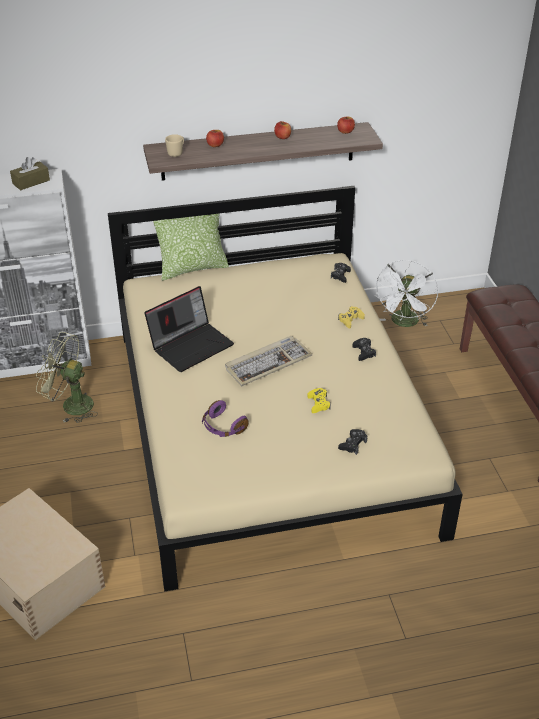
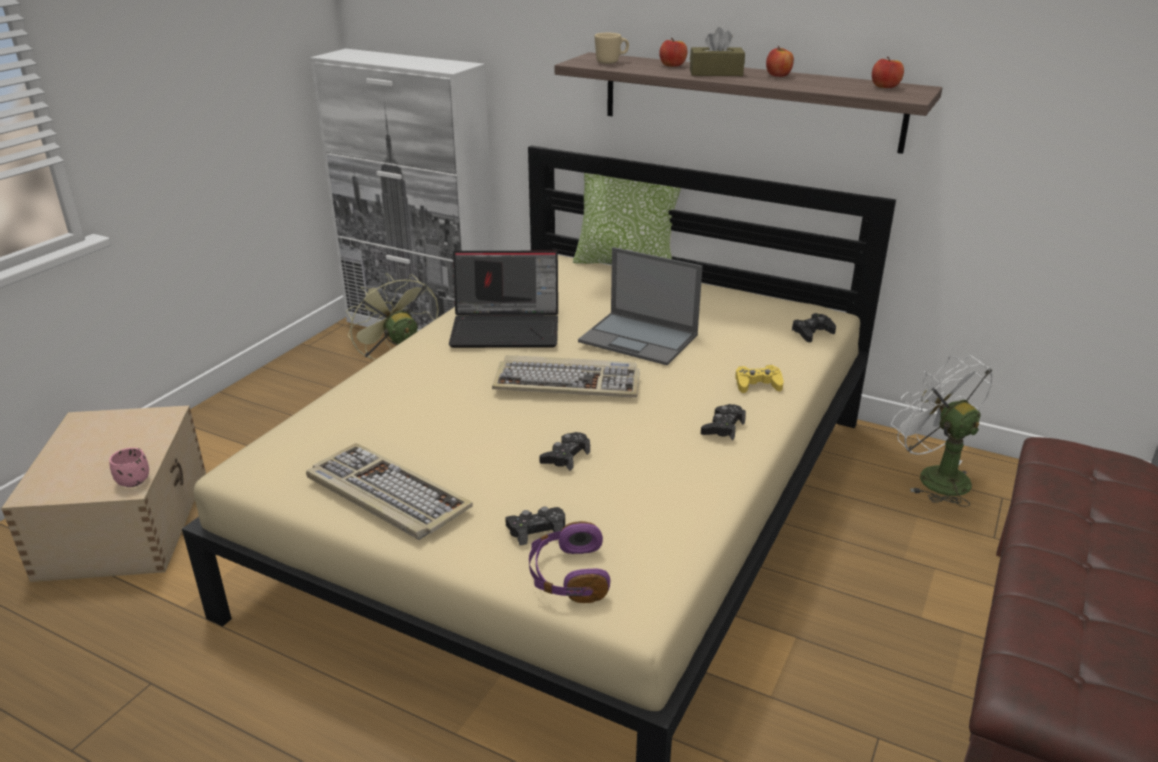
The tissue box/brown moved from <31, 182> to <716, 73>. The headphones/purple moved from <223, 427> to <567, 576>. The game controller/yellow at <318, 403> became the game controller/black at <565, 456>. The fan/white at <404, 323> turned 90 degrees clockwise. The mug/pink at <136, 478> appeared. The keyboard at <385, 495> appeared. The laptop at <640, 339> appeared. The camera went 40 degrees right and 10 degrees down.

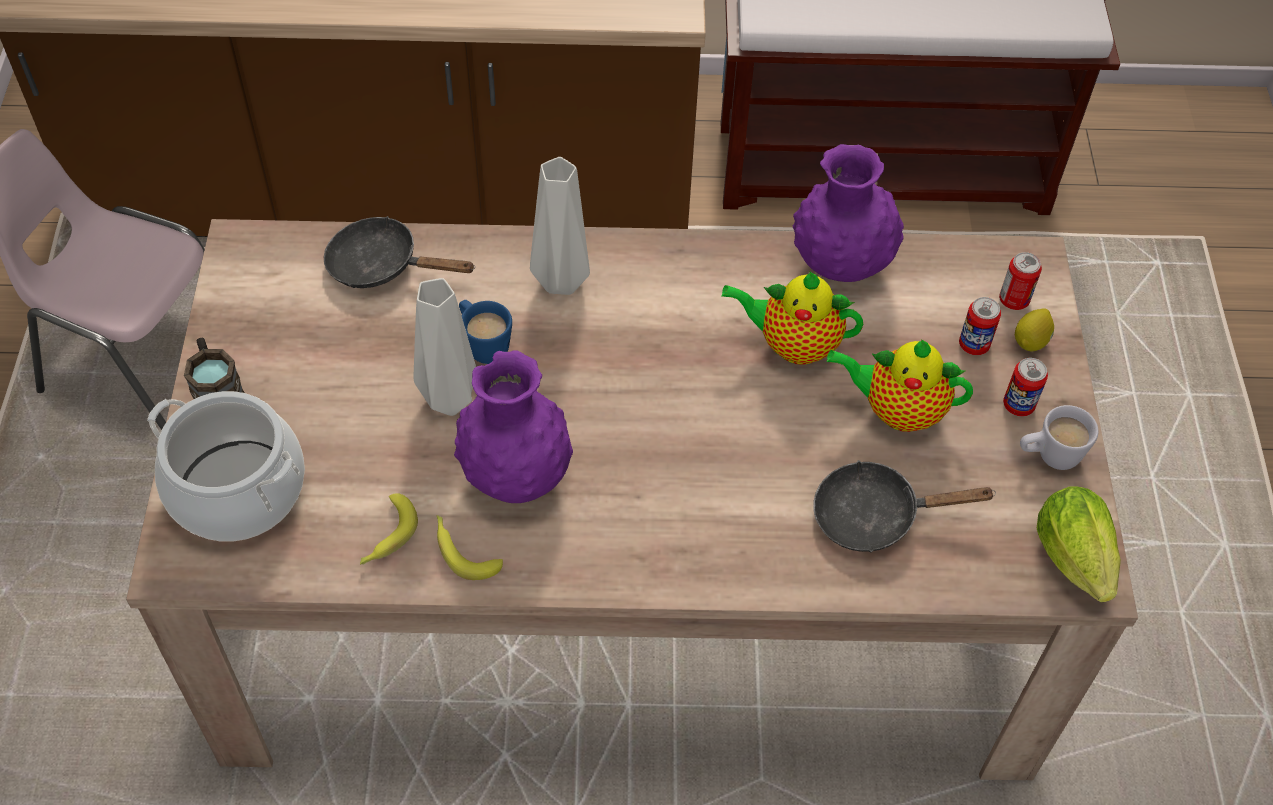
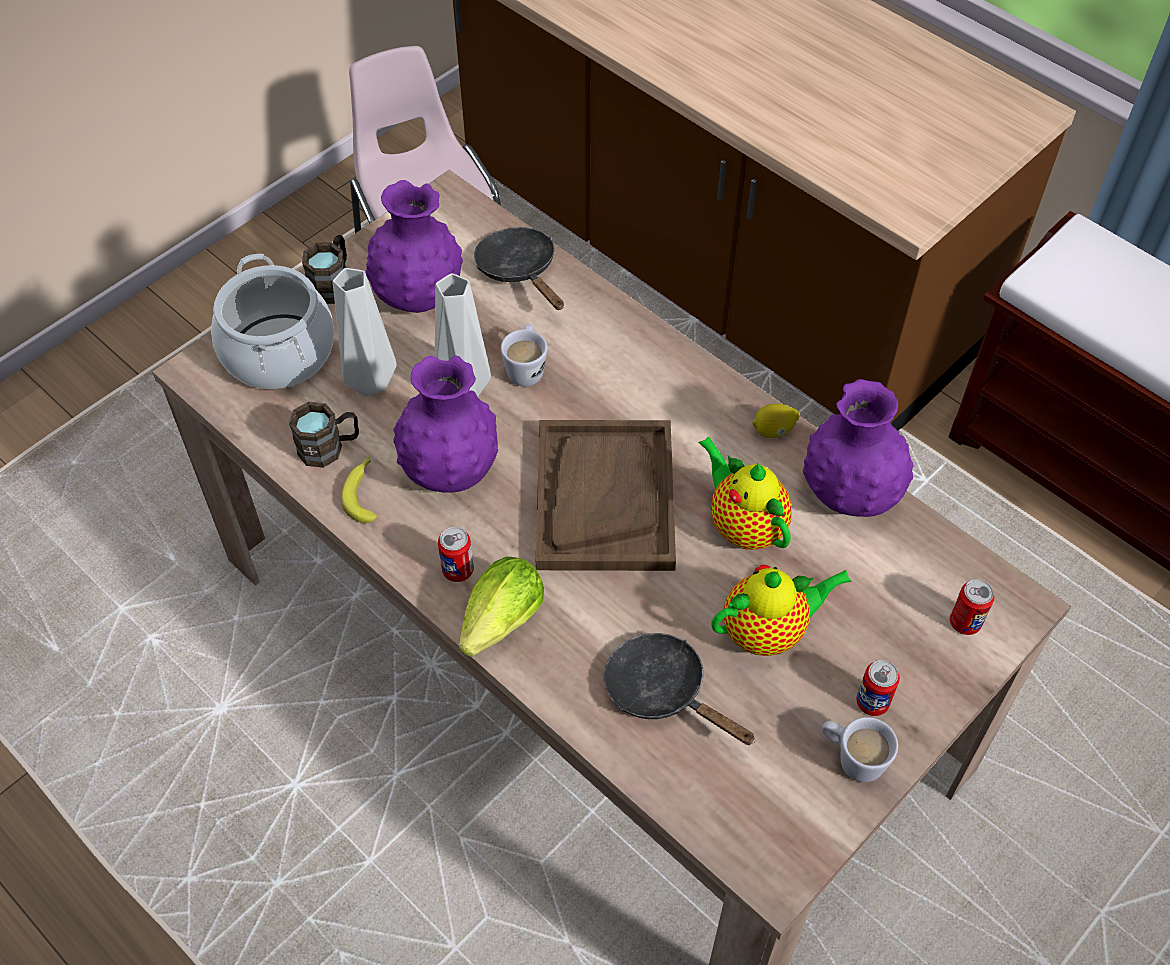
The banana at <386, 536> was replaced by the mug/brown at <329, 447>. The mug/blue at <483, 344> became the mug/white at <526, 368>. The vase/grey moved from <561, 284> to <368, 384>. The teapot at <897, 410> turned 105 degrees clockwise. The can moved from <974, 345> to <458, 570>. The lemon moved from <1031, 341> to <773, 431>. The lettuce moved from <1076, 564> to <498, 626>. The vase/purple at <418, 296> appeared. The tray/brown at <604, 497> appeared. The camera went 45 degrees right and 0 degrees up.

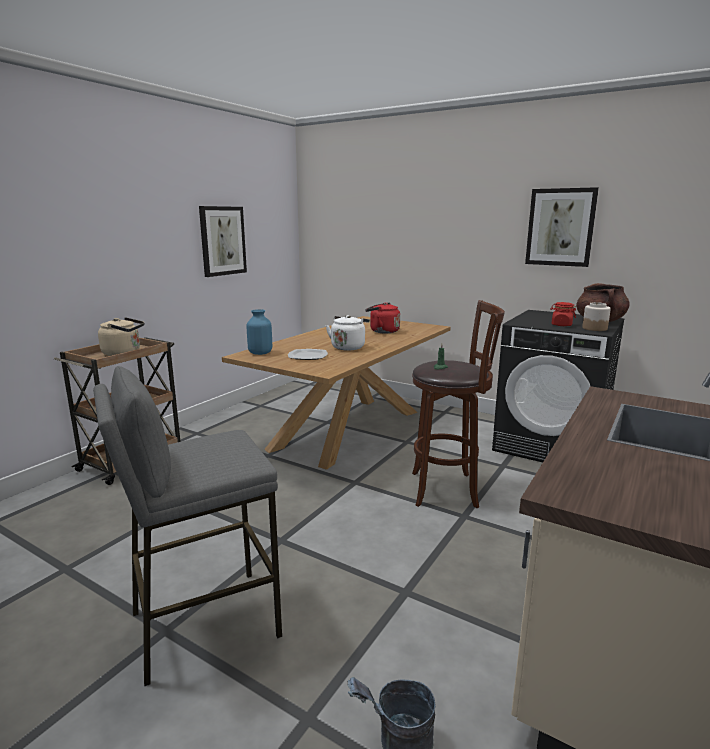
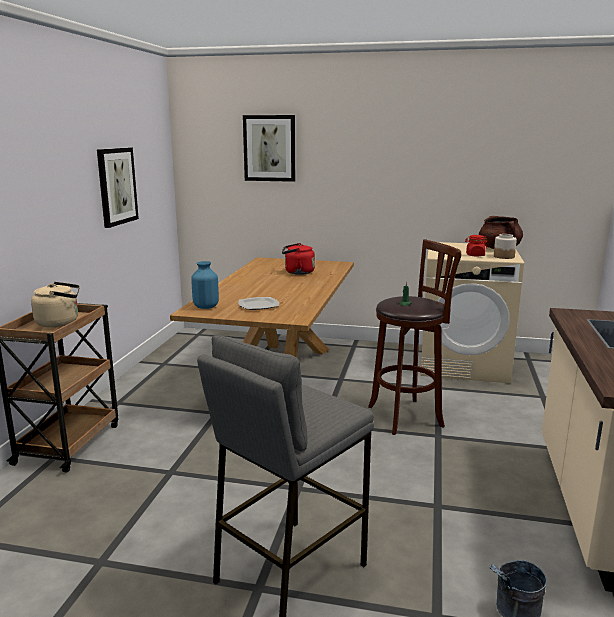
The kettle/white at <348, 347> disappeared. The washing machine/black at <550, 445> became the washing machine/beige at <464, 364>. The picture moved from <560, 227> to <269, 148>. The camera went 20 degrees left and 0 degrees up.

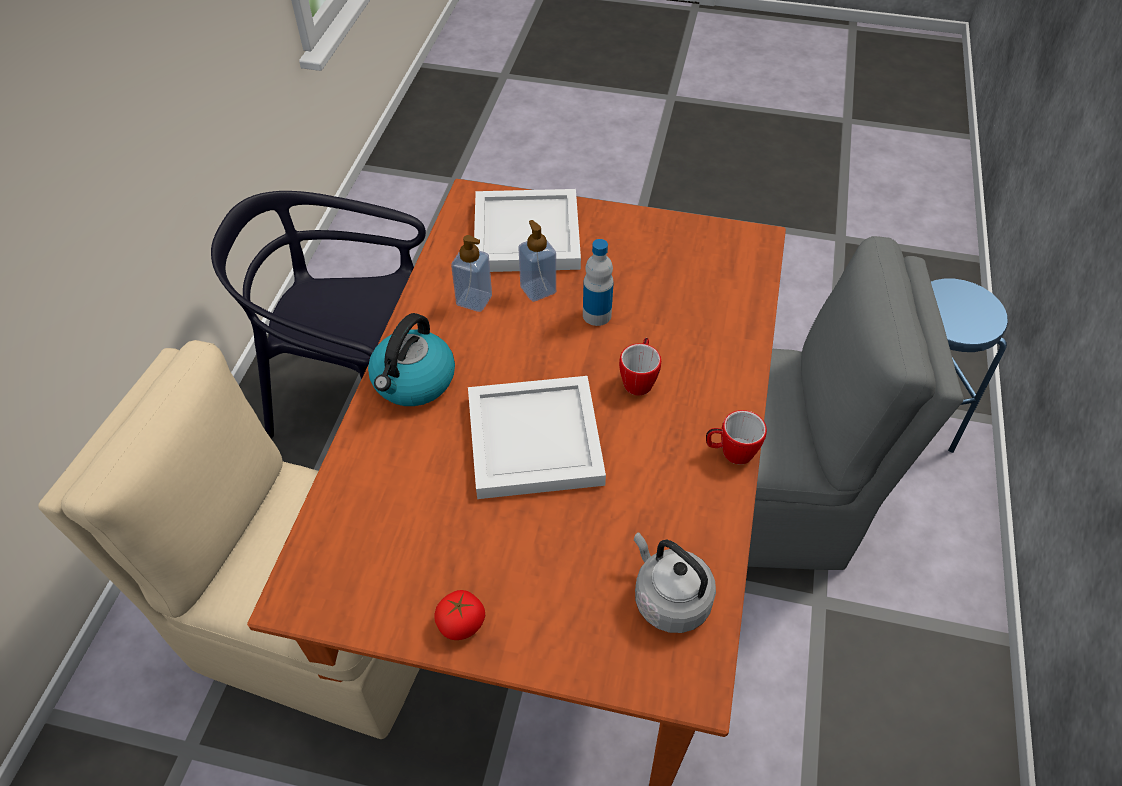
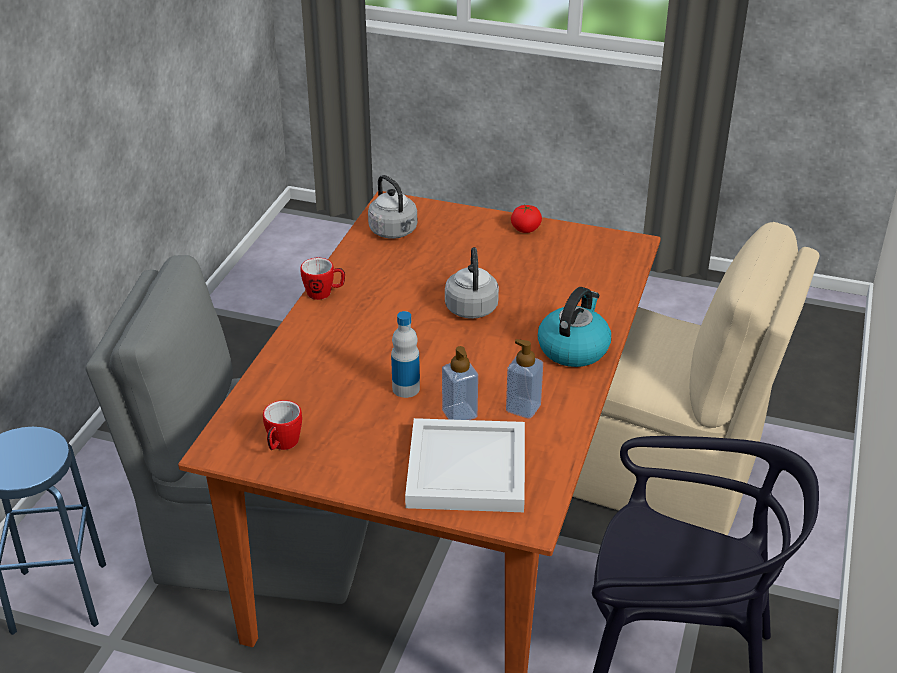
The tray/white at <537, 441> was replaced by the kettle/grey at <471, 306>. The mug moved from <639, 379> to <282, 445>. The camera went 175 degrees left and 15 degrees down.

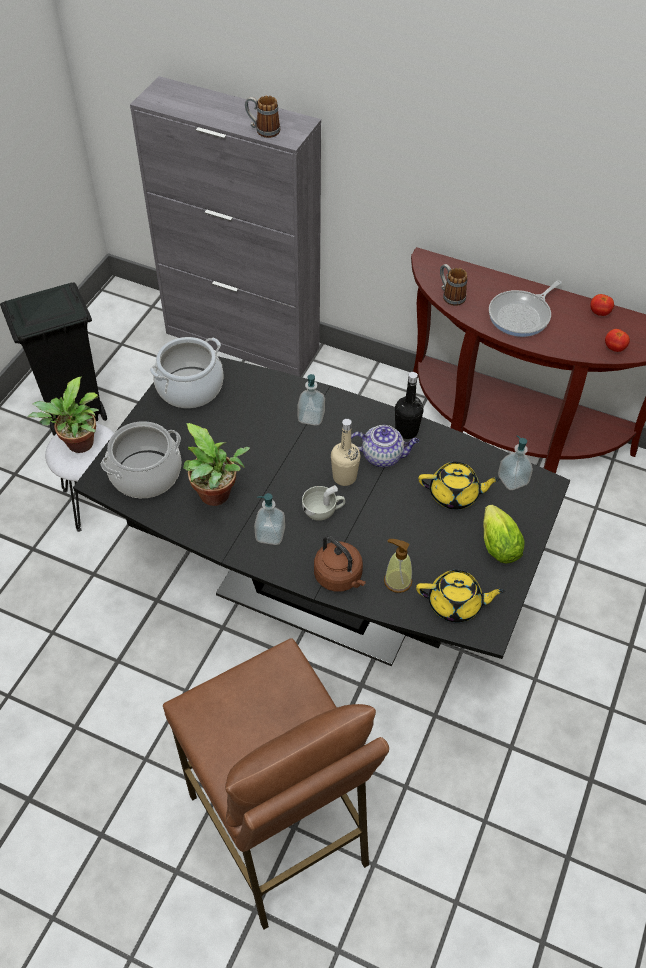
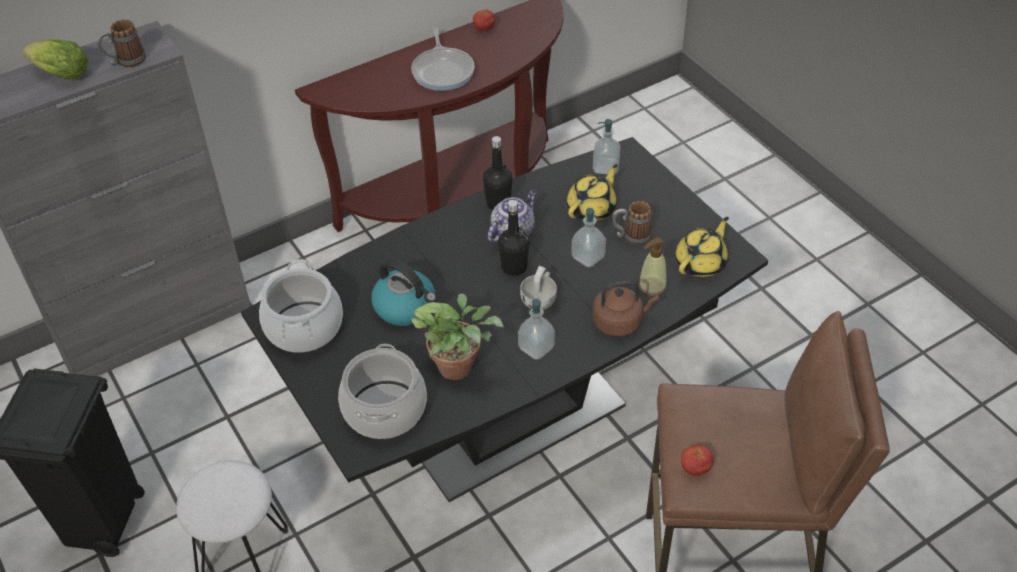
The potted plant at <78, 446> disappeared. The soap dispenser moved from <311, 417> to <588, 257>. The bottle/beige at <344, 477> became the bottle/black at <514, 267>. The mug moved from <450, 295> to <631, 236>. The lettuce moved from <497, 543> to <59, 74>. The tomato moved from <614, 348> to <695, 468>. The kettle at <406, 307> appeared. The camera went 55 degrees left and 5 degrees down.

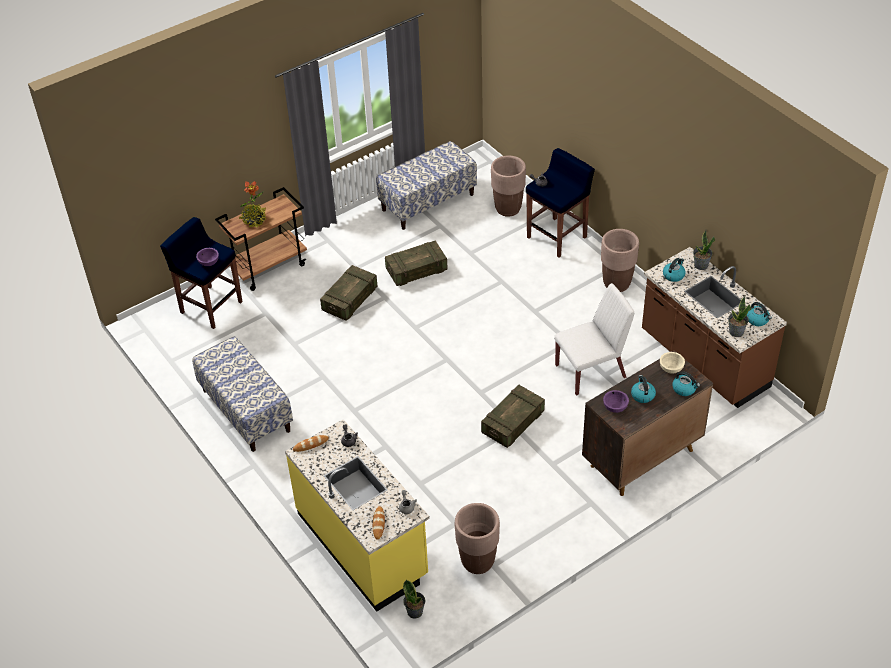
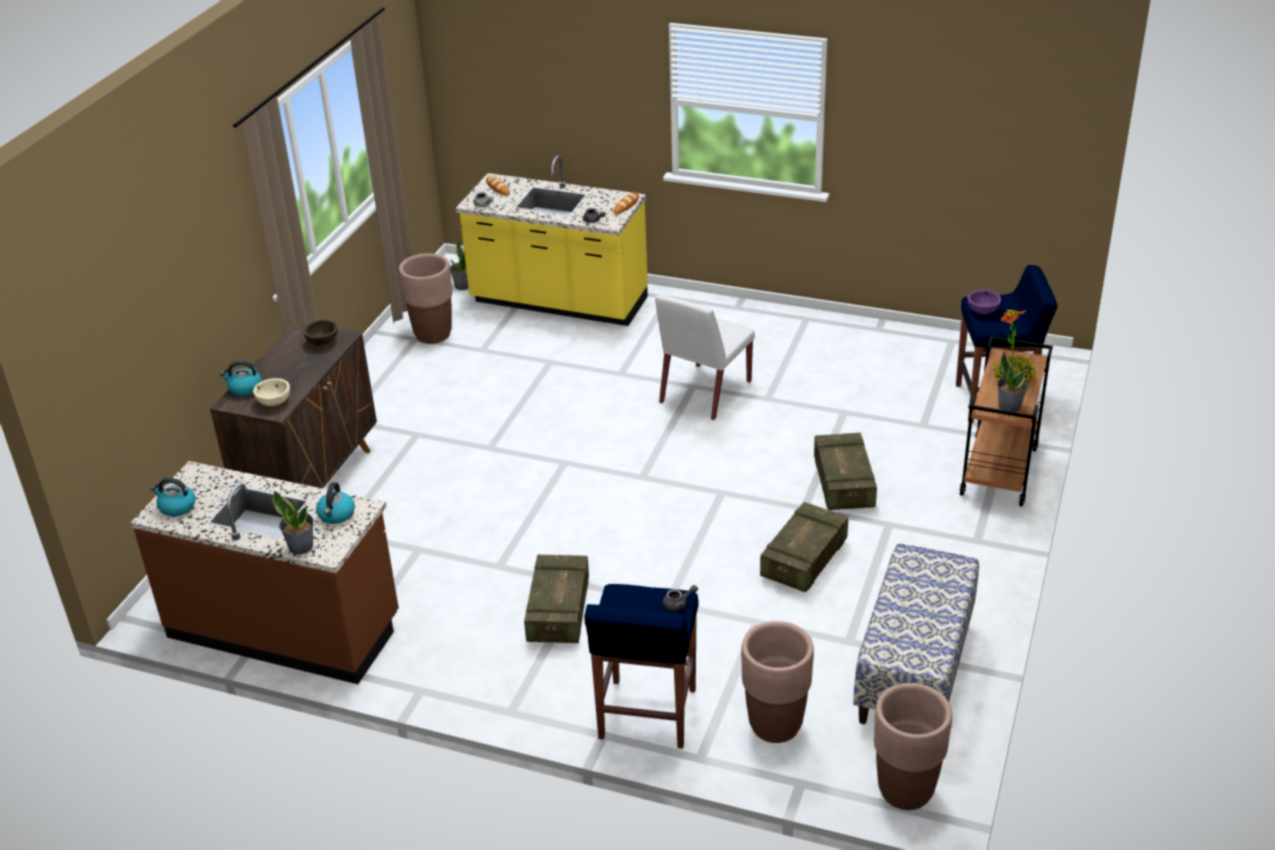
The bench at <245, 410> disappeared. The crate moved from <512, 423> to <559, 611>. The chair/white moved from <591, 371> to <704, 393>. The planter/brown moved from <617, 284> to <905, 791>. The bowl/purple at <615, 407> became the bowl/brown at <322, 341>. The kettle at <642, 395> disappeared. The potted plant moved from <736, 332> to <1009, 406>. The camera went 145 degrees right and 10 degrees down.

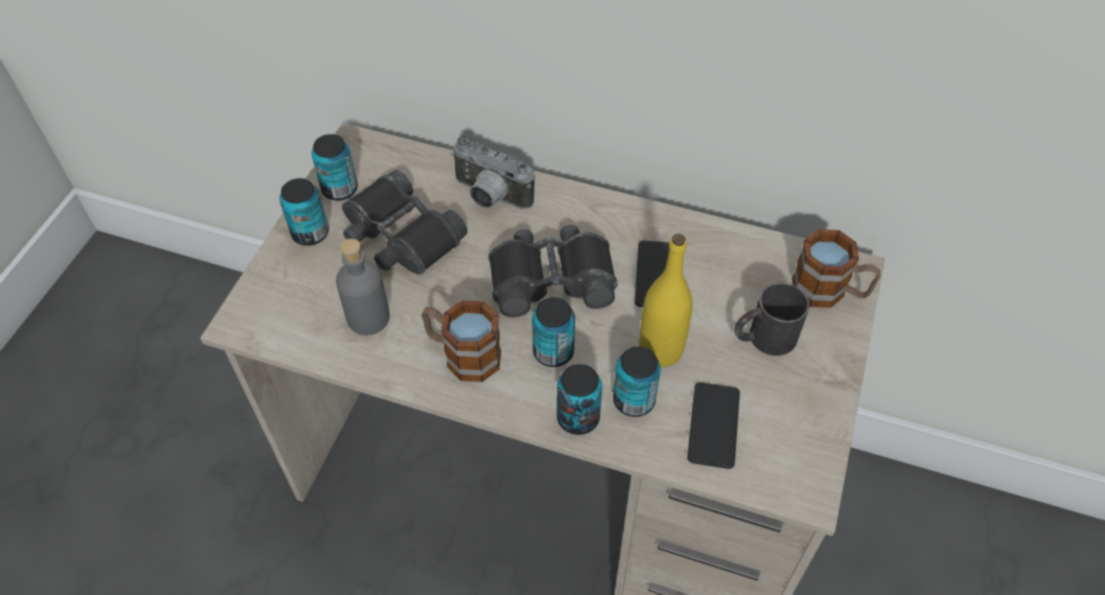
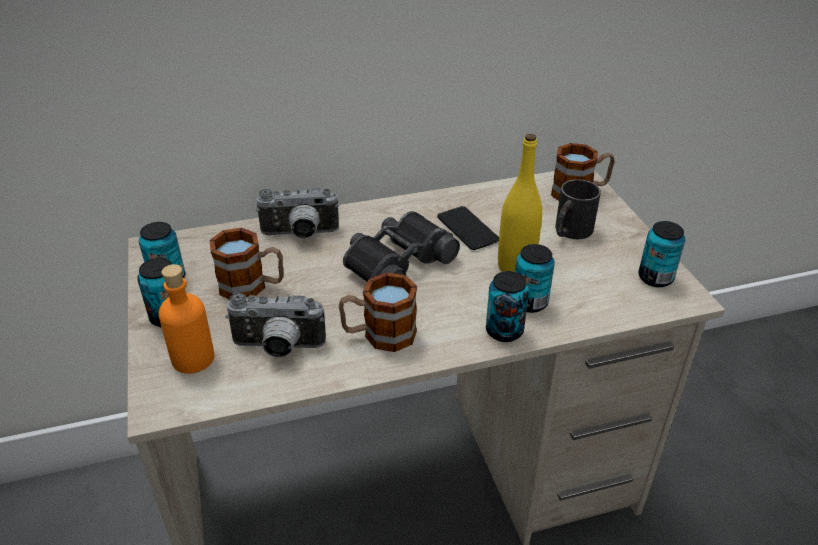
The bottle/grey at <368, 318> was replaced by the photo camera at <277, 348>. The binoculars/black at <400, 236> was replaced by the mug at <252, 286>. The can moved from <553, 352> to <655, 278>. The phone at <713, 425> disappeared. The bottle/orange at <193, 358> appeared. The camera went 35 degrees left and 15 degrees down.

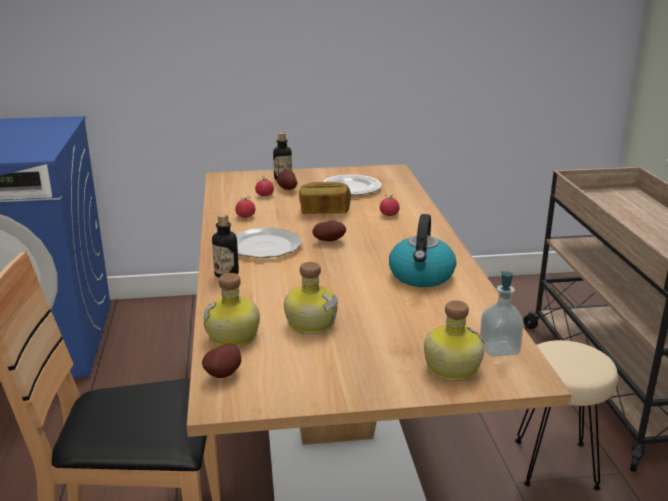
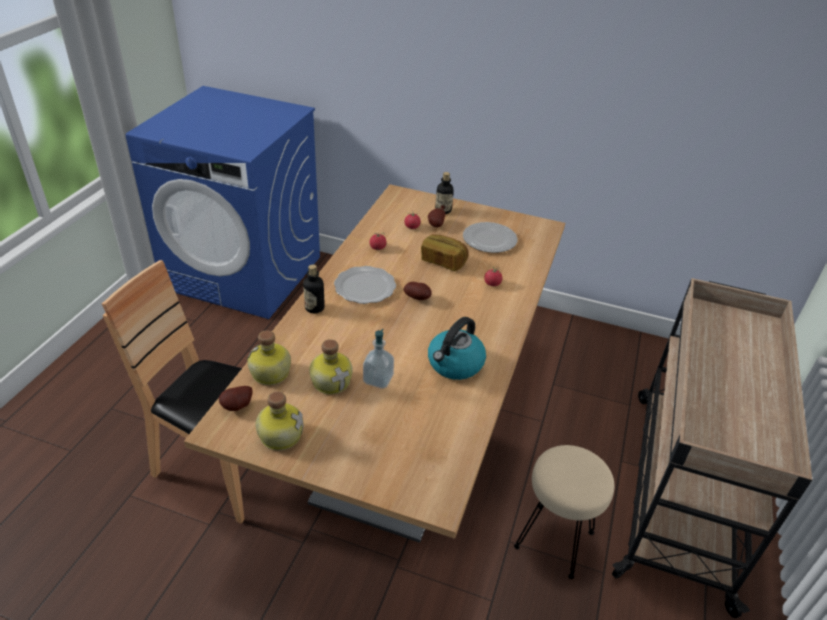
The bottle moved from <450, 367> to <280, 434>. The soap dispenser moved from <499, 348> to <378, 379>. The camera went 25 degrees right and 15 degrees up.

